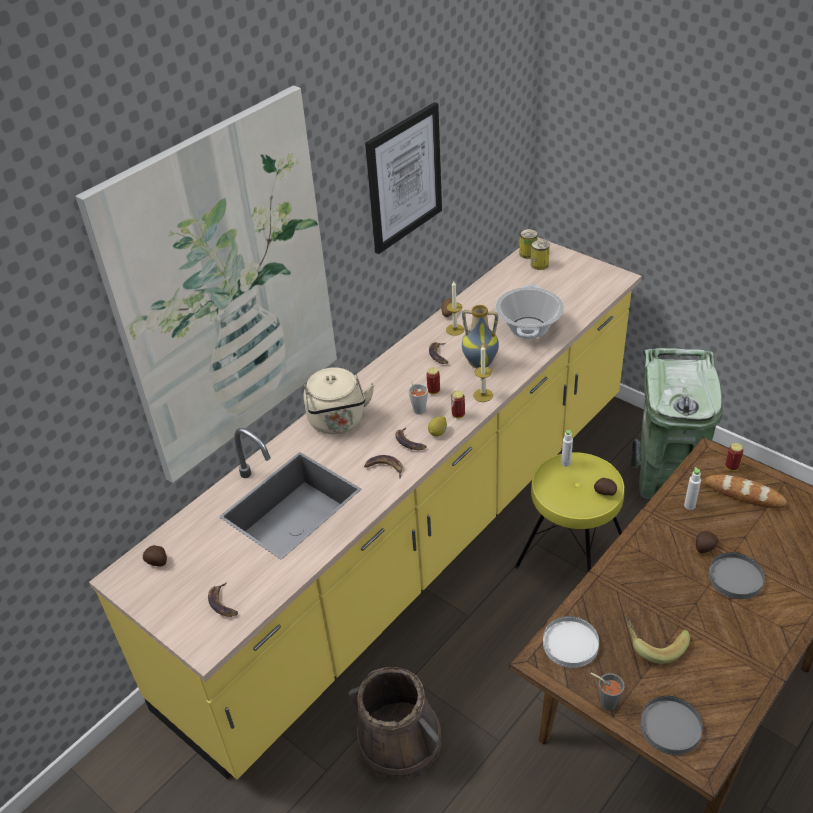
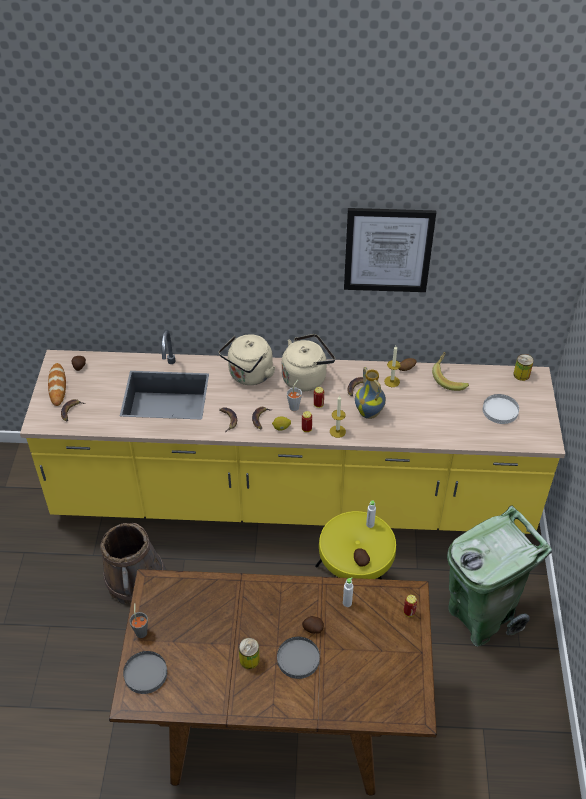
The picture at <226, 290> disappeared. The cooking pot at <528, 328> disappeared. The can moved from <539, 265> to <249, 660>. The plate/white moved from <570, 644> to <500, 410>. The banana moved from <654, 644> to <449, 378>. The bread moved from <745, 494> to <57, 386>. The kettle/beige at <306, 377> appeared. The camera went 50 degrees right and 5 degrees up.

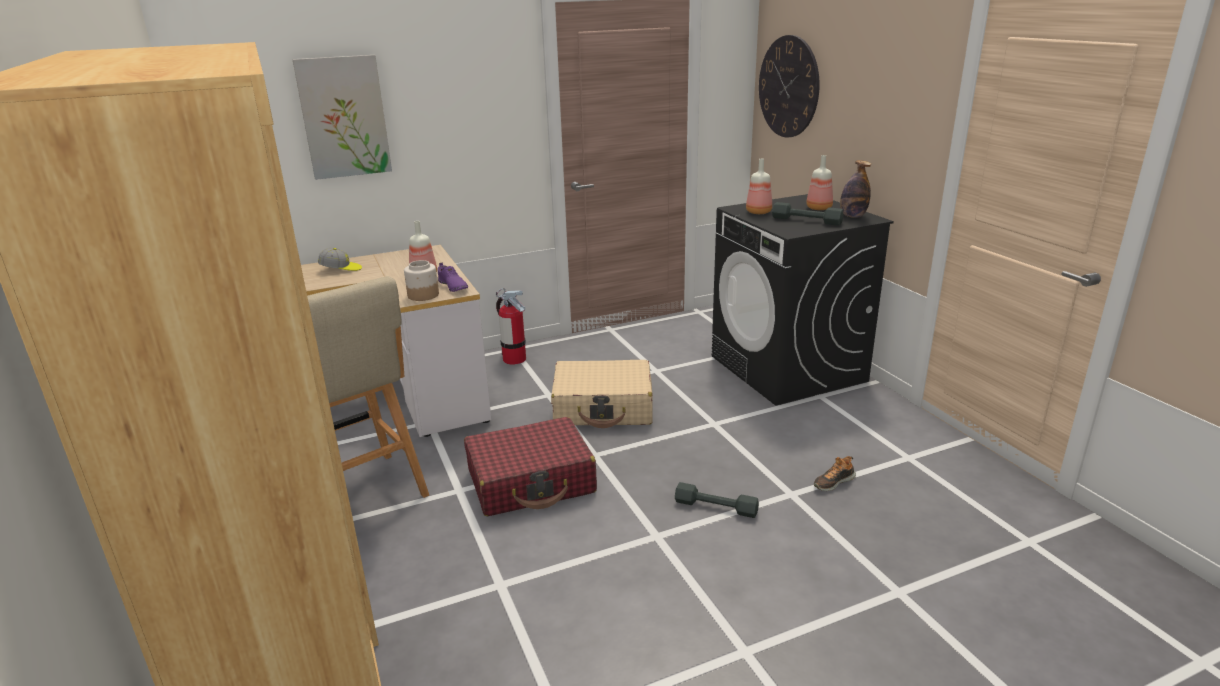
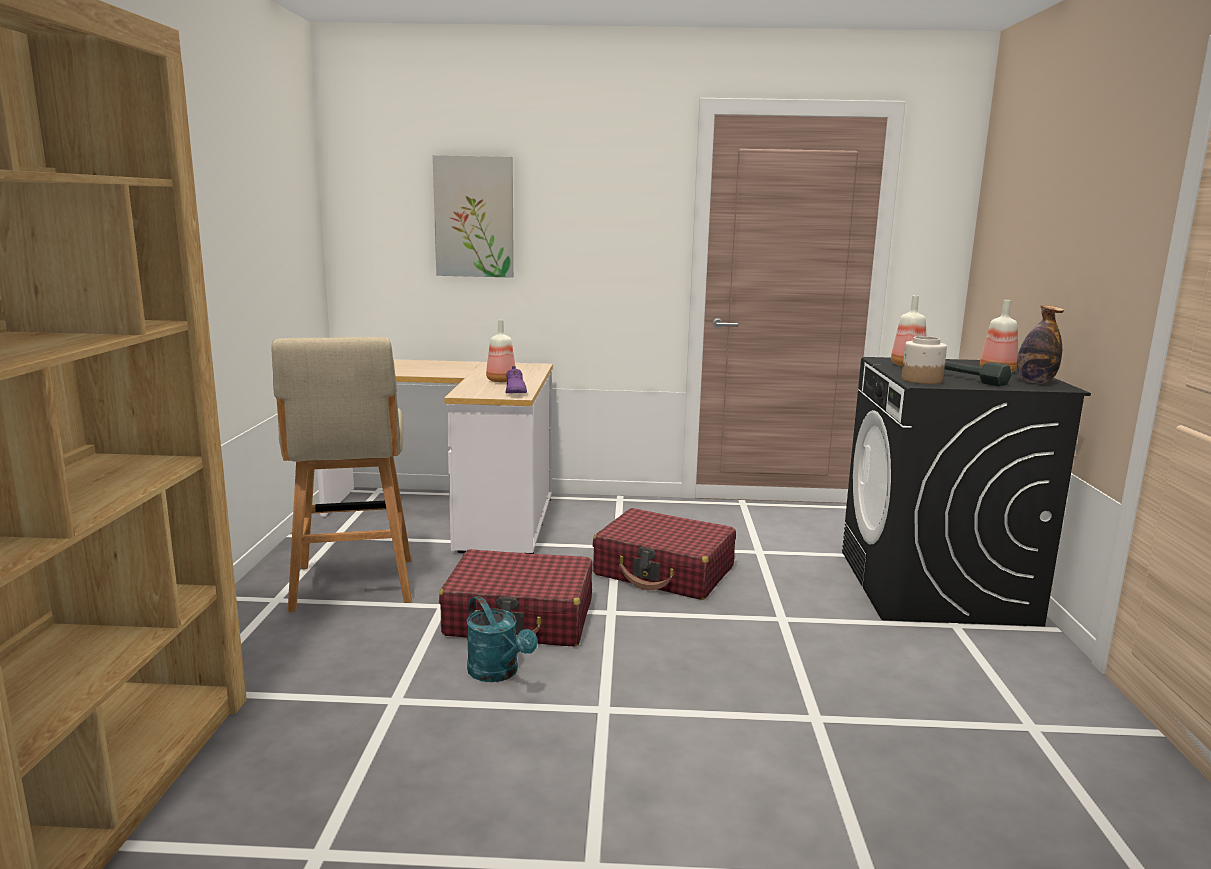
The cap at <341, 269> disappeared. The jar moved from <423, 295> to <921, 380>. The fire extinguisher at <514, 359> disappeared. The suitcase/beige at <603, 407> became the suitcase/red at <664, 571>. The dumbbell/grey at <716, 507> disappeared. The wall clock at <788, 87> disappeared. The shoe at <833, 482> disappeared. The watering can/turquoise at <498, 673> appeared. The camera went 25 degrees right and 10 degrees down.

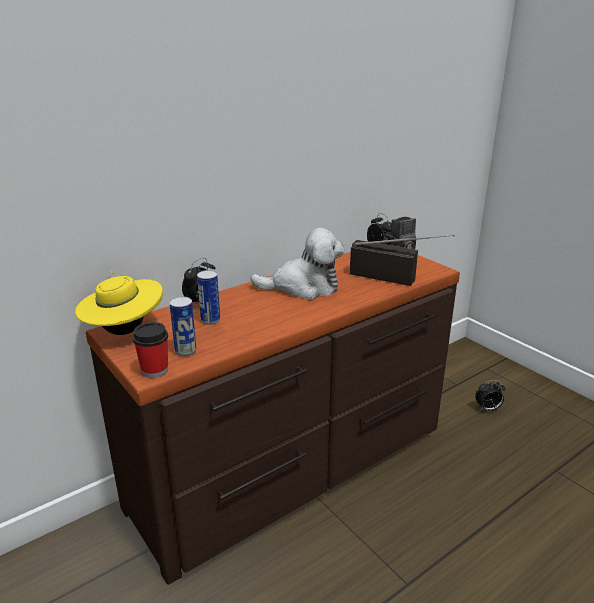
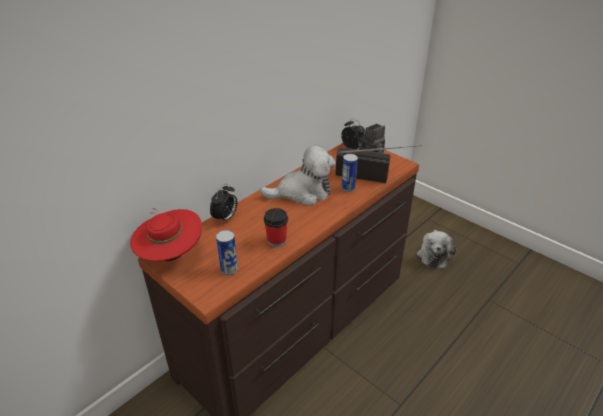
The hat/yellow at <124, 331> became the hat/red at <170, 255>. The cup moved from <155, 370> to <276, 241>. The can moved from <210, 320> to <348, 188>. The alarm clock at <487, 409> was replaced by the plush toy at <433, 254>. The camera went 10 degrees left and 10 degrees up.

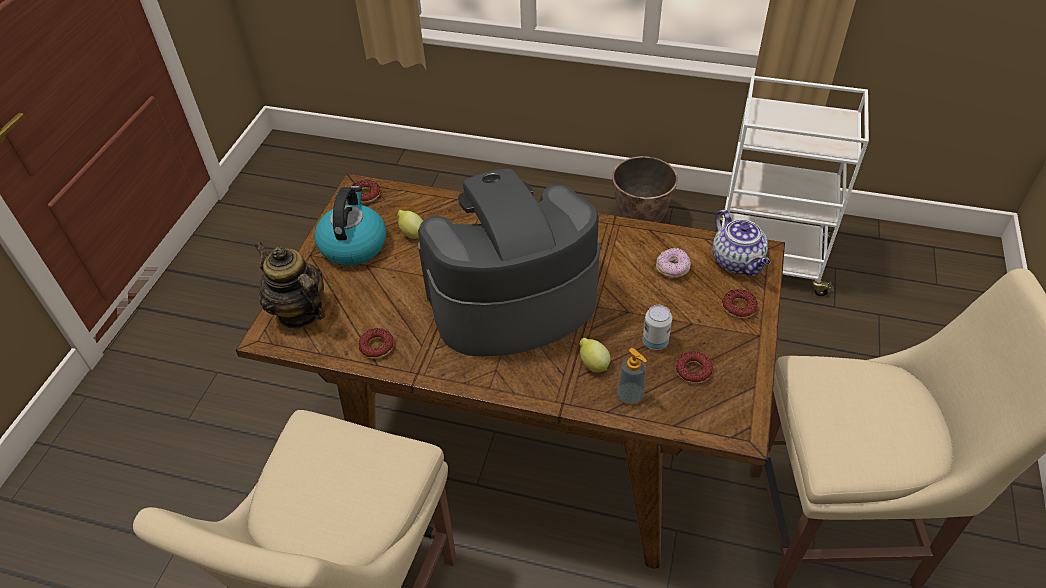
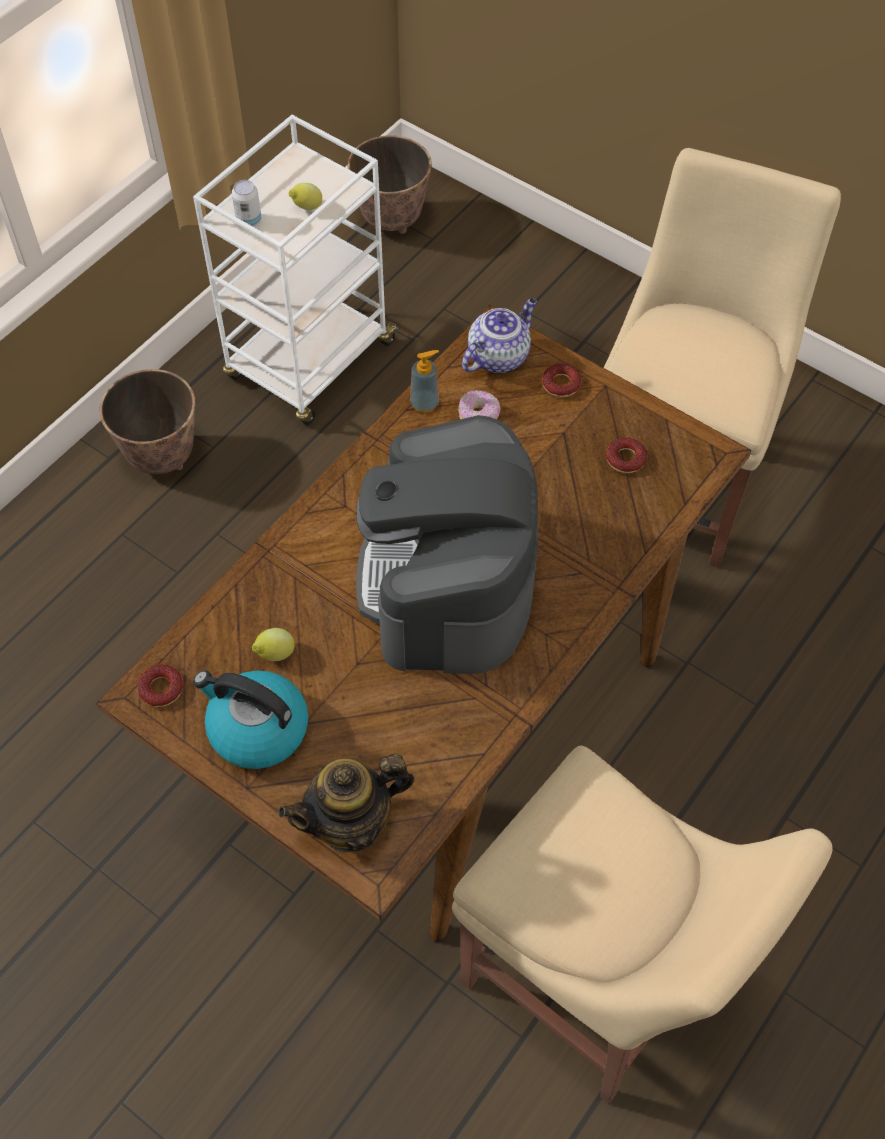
The donut at <377, 346> disappeared. The lemon moved from <593, 364> to <306, 207>. The soap dispenser moved from <630, 396> to <424, 403>. The can moved from <655, 342> to <249, 220>. The teapot at <737, 262> turned 45 degrees counterclockwise. The planter at <391, 221> appeared. The camera went 70 degrees left and 10 degrees up.

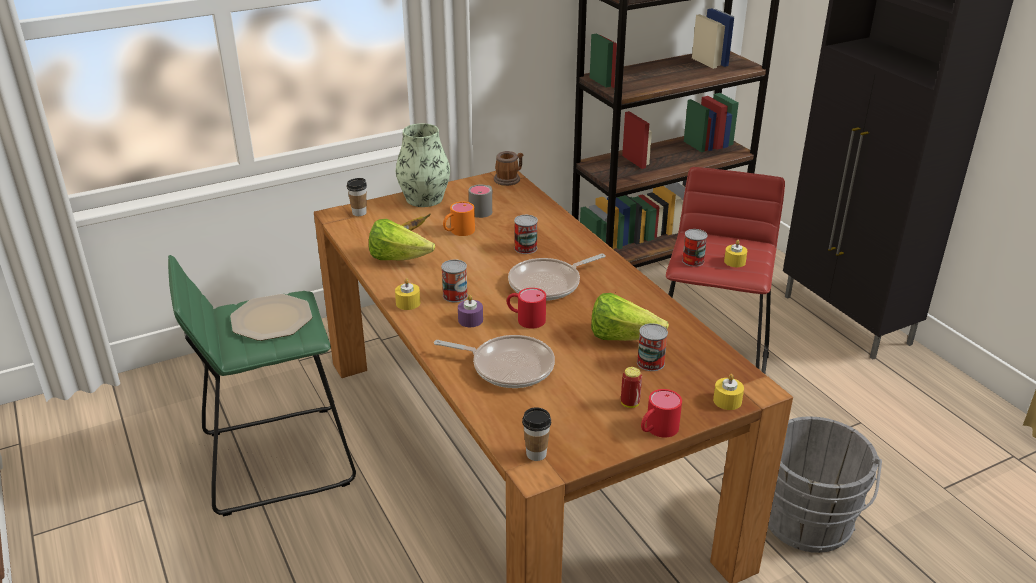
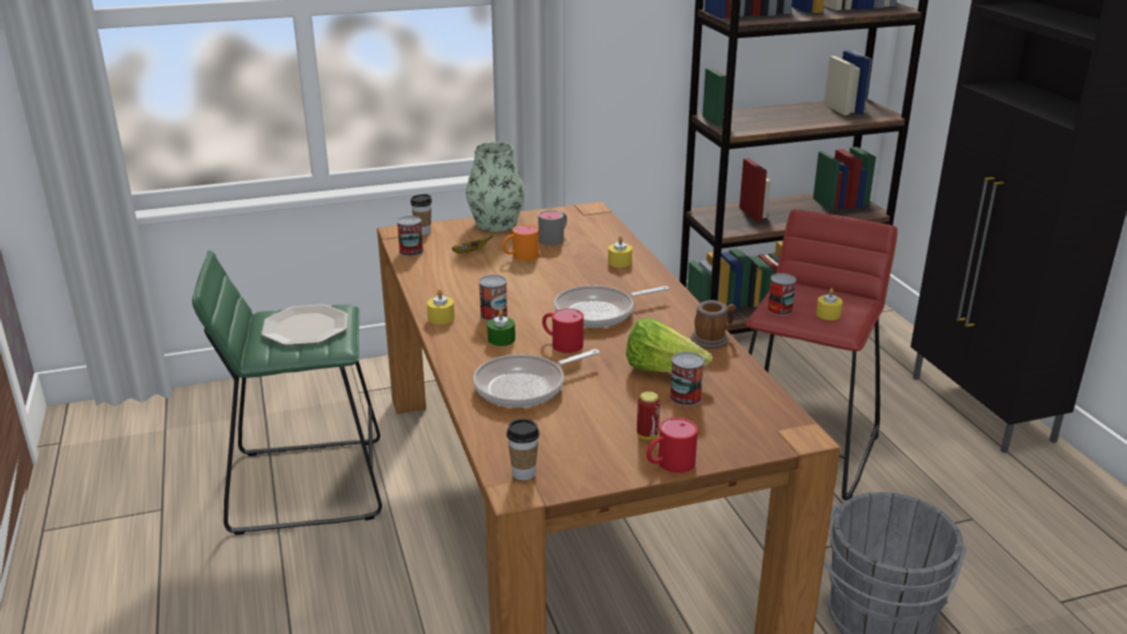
The lettuce at <398, 258> disappeared. The frying pan at <508, 366> turned 120 degrees clockwise. The candle/purple at <470, 320> became the candle/green at <501, 339>. The mug moved from <509, 179> to <713, 339>. The can moved from <525, 248> to <411, 251>. The candle/yellow moved from <727, 401> to <619, 262>. The camera went 10 degrees right and 5 degrees down.

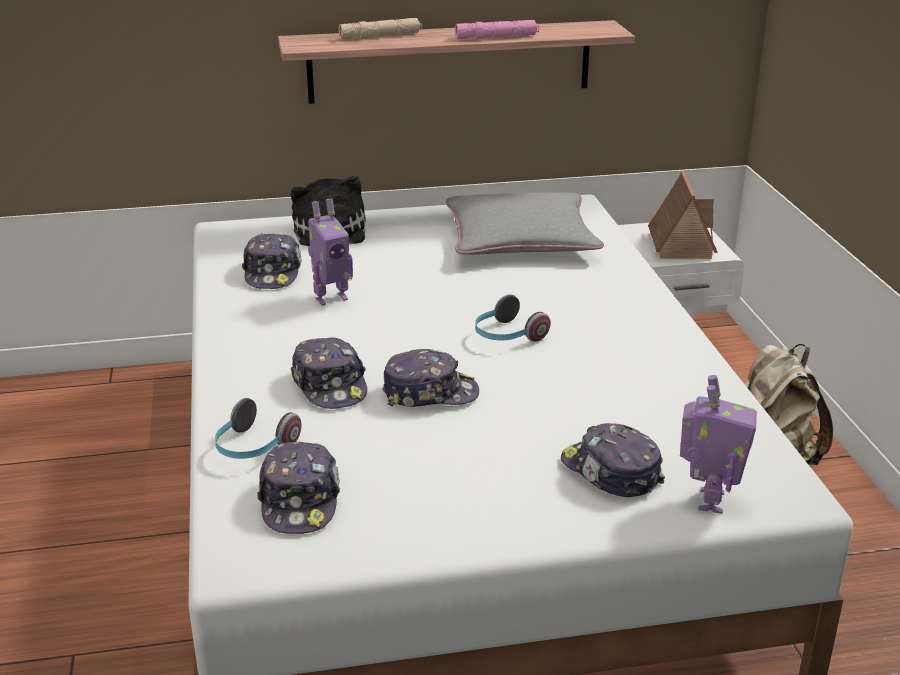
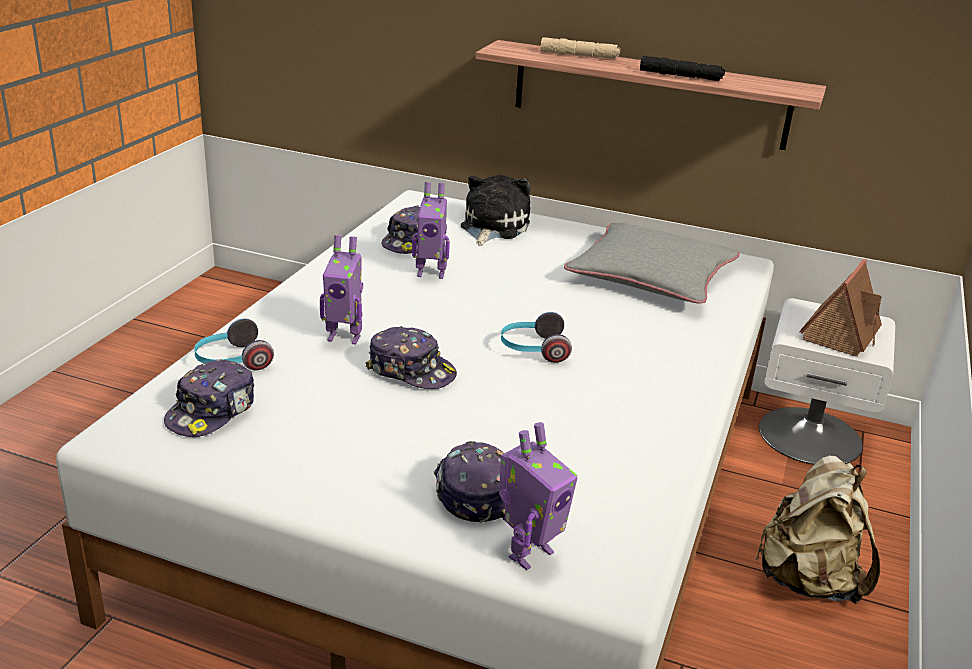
The cap at <330, 385> was replaced by the toy robot at <344, 337>. The flashlight/pink at <497, 37> became the flashlight/black at <681, 76>. The camera went 30 degrees right and 0 degrees up.

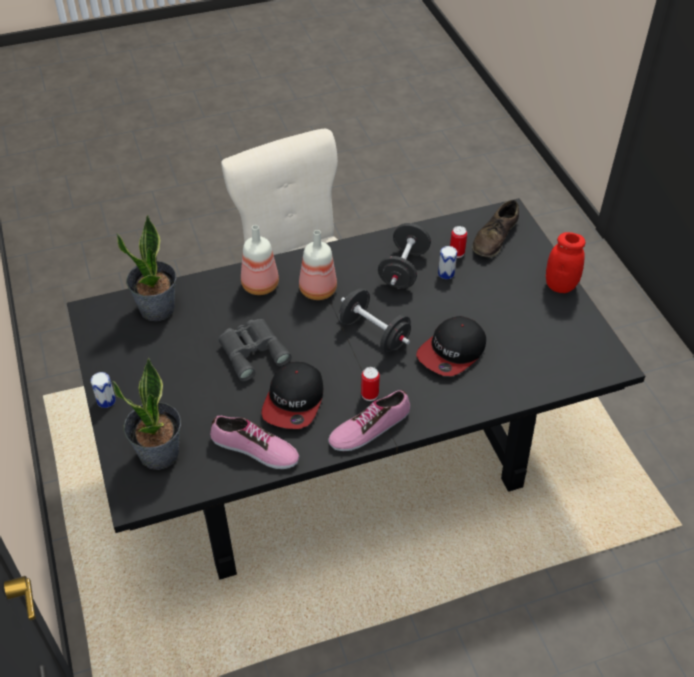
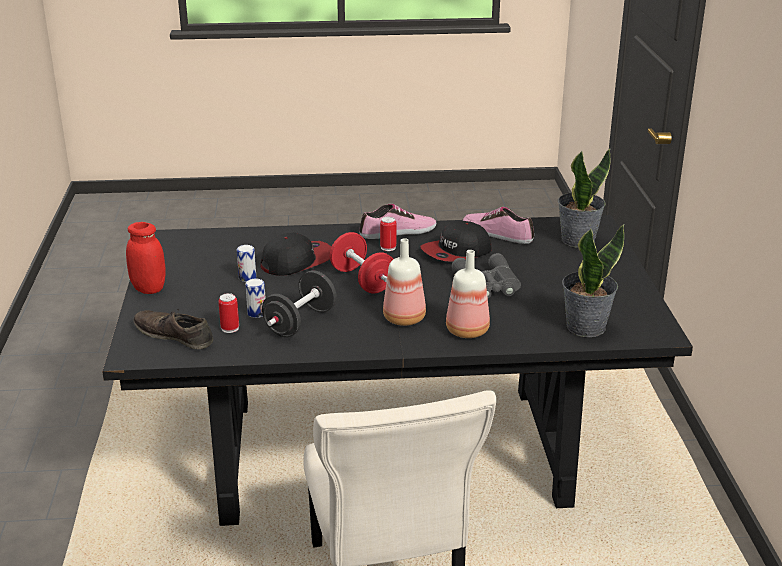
The can moved from <106, 400> to <247, 277>. The cap at <294, 401> turned 150 degrees counterclockwise. The dumbbell/black at <374, 334> became the dumbbell/red at <362, 280>. The shoe/brown at <494, 237> turned 105 degrees counterclockwise. The camera went 165 degrees left and 20 degrees down.

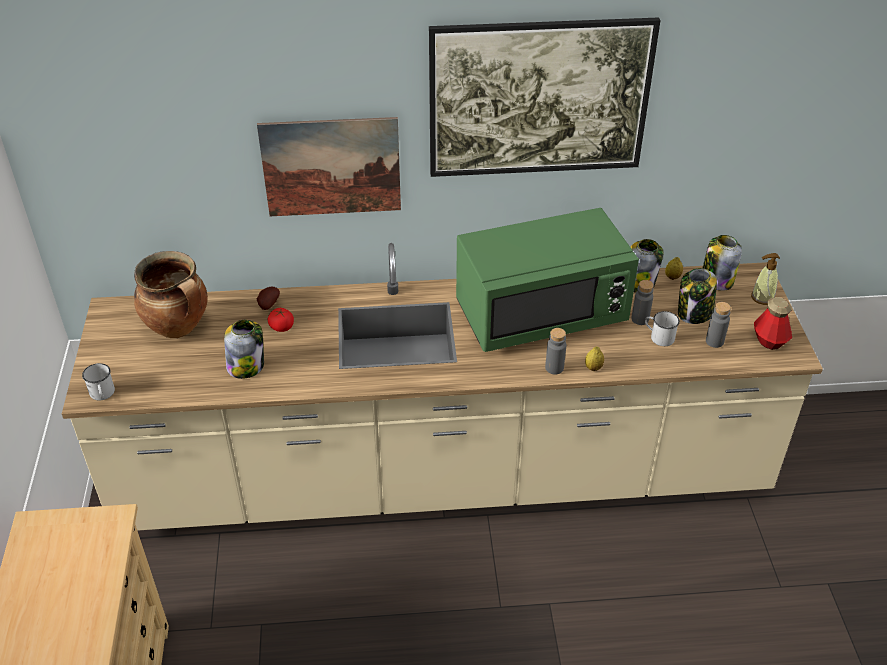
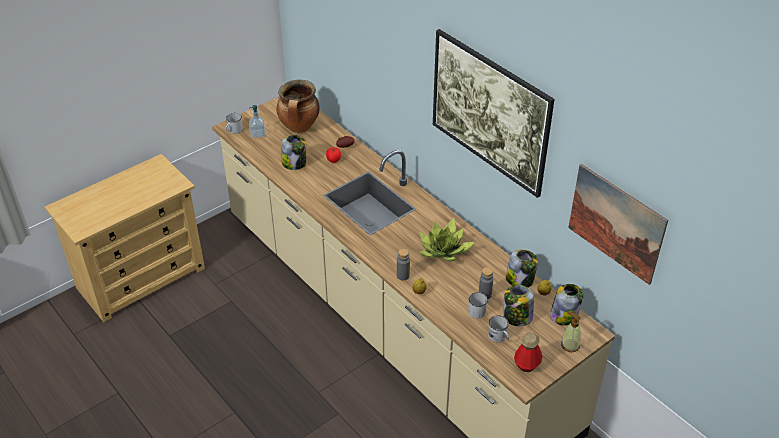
The picture moved from <331, 167> to <616, 223>. The microwave/green at <541, 314> was replaced by the potted plant at <444, 250>. The bottle/grey at <714, 341> was replaced by the mug/white at <499, 337>. The soap dispenser at <258, 134> appeared. The camera went 55 degrees right and 0 degrees up.

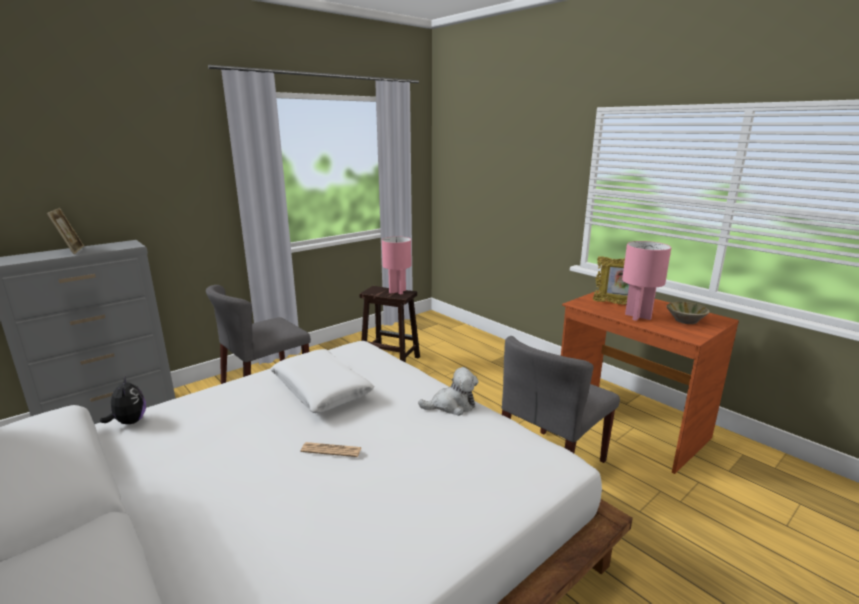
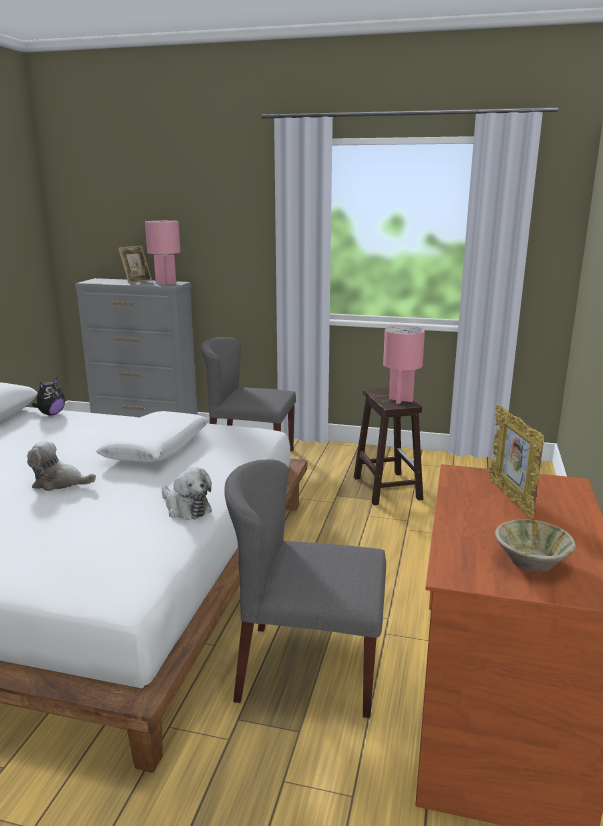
The newspaper at <331, 450> was replaced by the plush toy at <59, 482>. The table lamp/pink moved from <637, 316> to <166, 283>. The camera went 55 degrees right and 0 degrees up.

